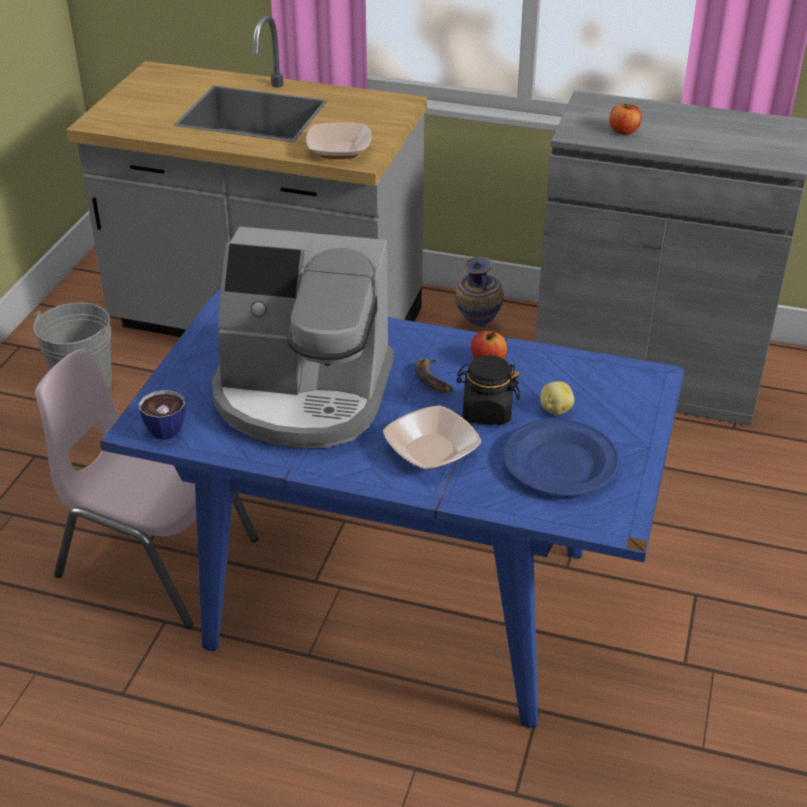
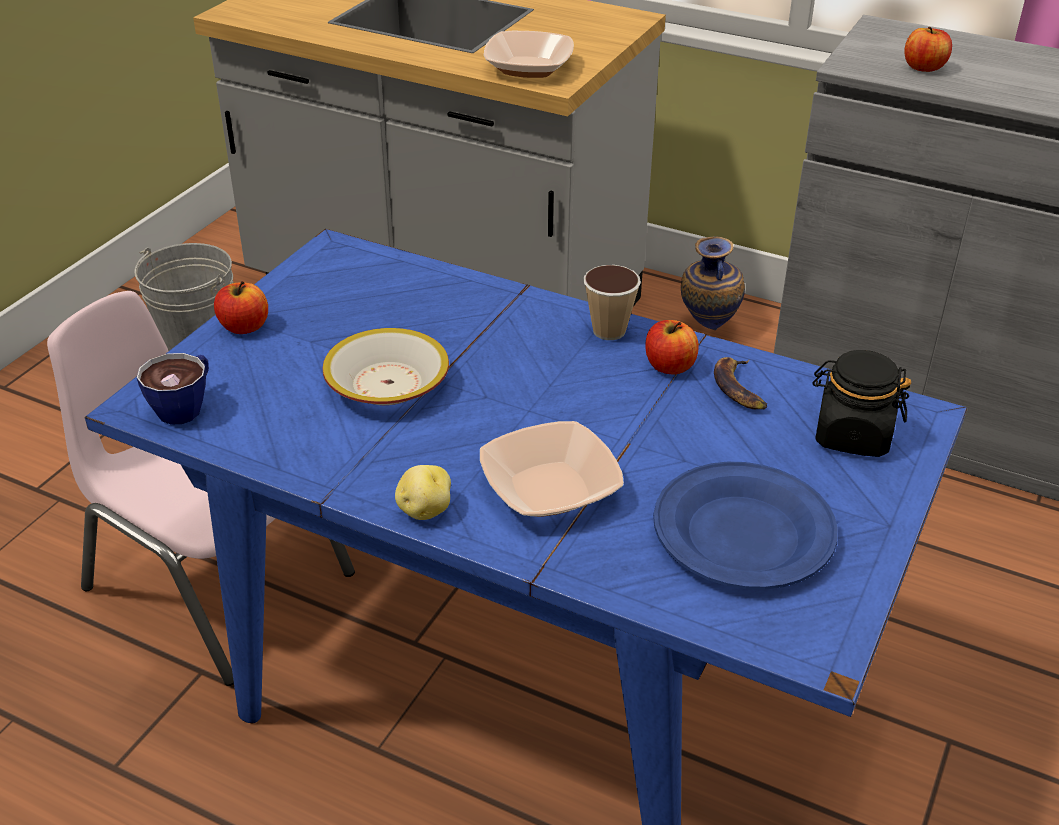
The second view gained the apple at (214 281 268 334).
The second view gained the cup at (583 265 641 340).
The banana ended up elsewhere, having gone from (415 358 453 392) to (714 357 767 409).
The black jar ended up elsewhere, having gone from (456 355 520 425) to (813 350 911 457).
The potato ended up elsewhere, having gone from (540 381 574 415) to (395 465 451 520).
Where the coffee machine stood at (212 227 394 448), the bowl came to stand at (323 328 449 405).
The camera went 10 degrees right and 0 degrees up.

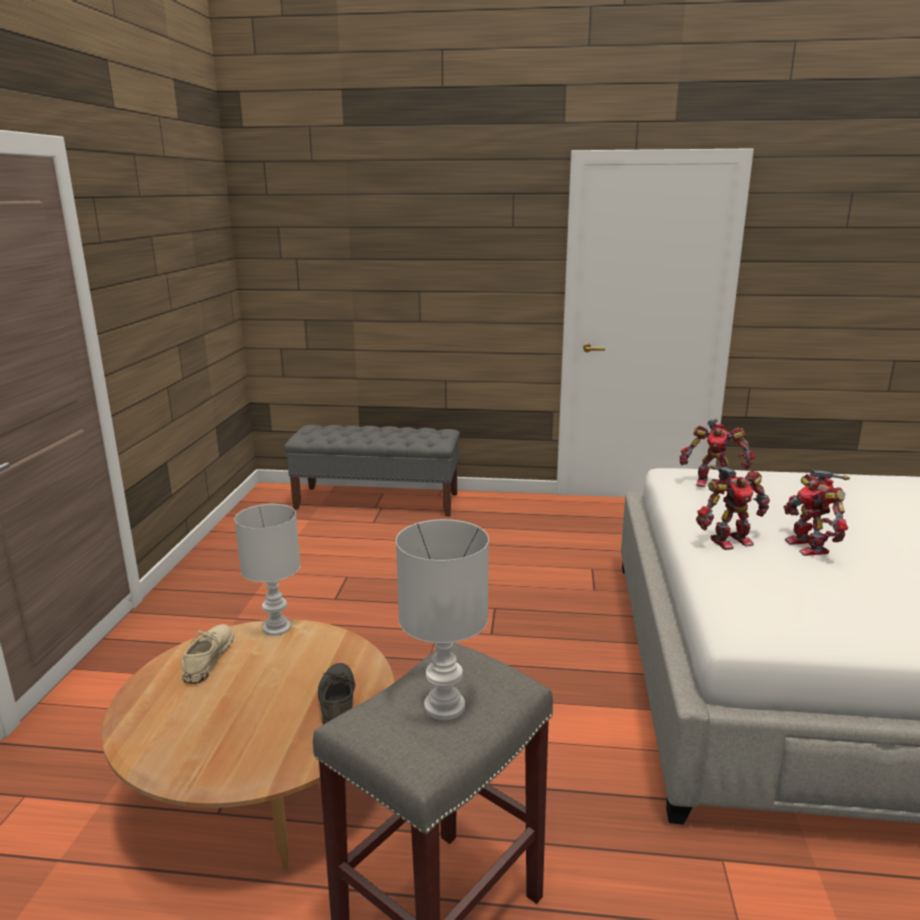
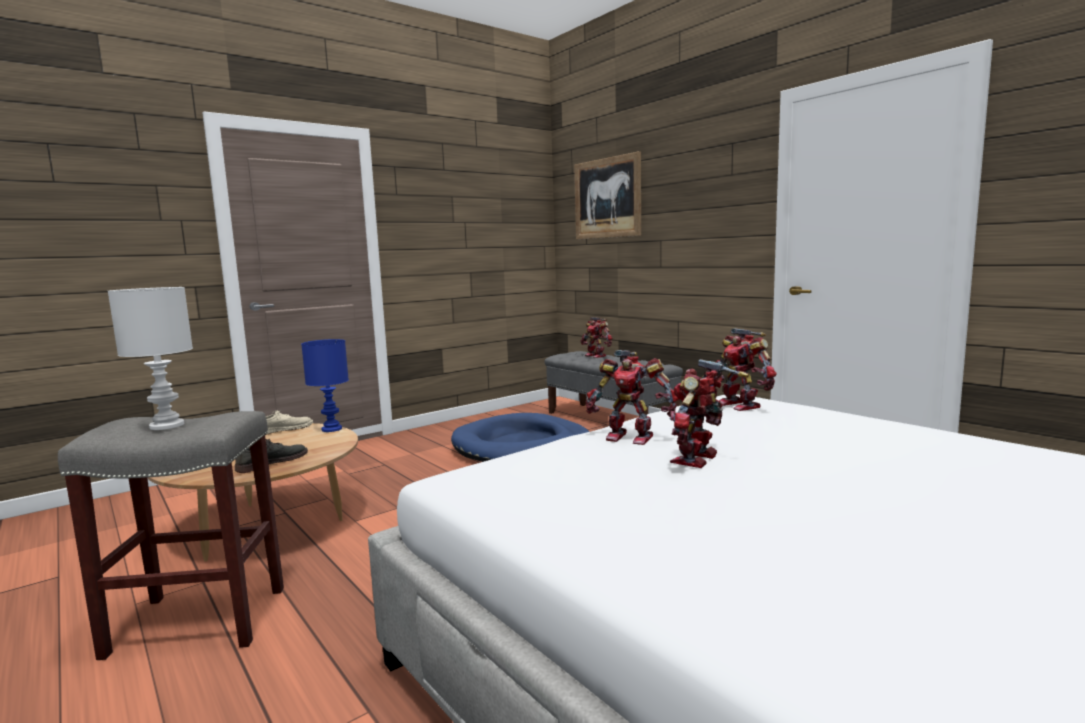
The second view gained the blue dog bed at (451 413 590 462).
The second view gained the picture at (574 151 641 240).
The second view gained the toy robot at (581 317 613 358).
What was the white table lamp at (235 504 301 636) turned into the blue table lamp at (301 339 349 432).
The camera went 45 degrees right and 10 degrees down.

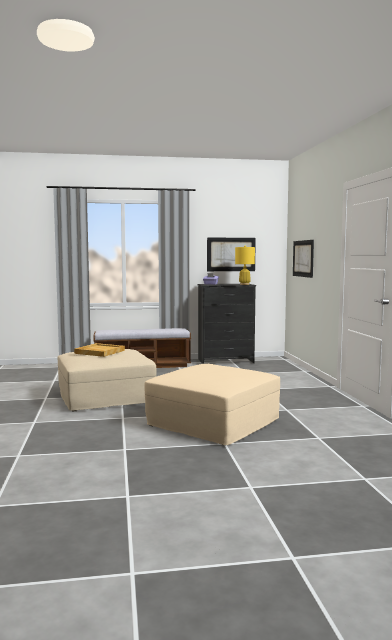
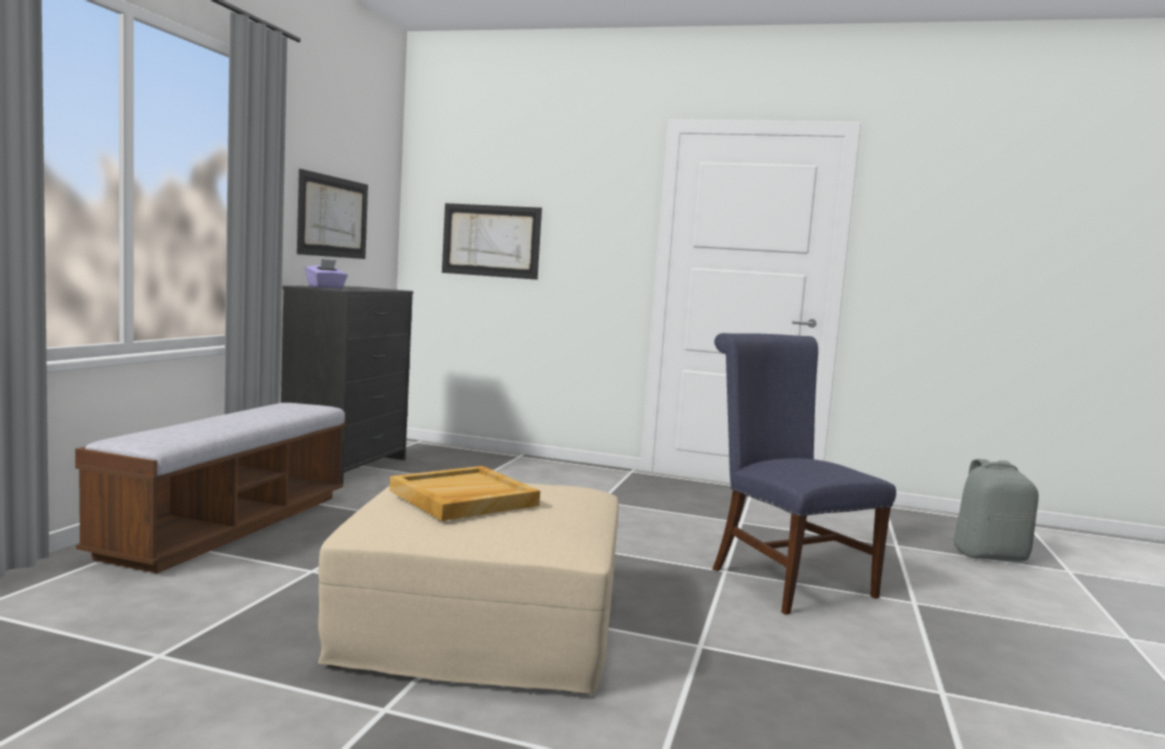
The second view lost the yellow table lamp at (235 246 255 285).
The second view gained the grey backpack at (953 459 1039 561).
Where the beige ottoman stood at (144 364 280 446), the blue chair came to stand at (712 333 896 615).
The camera went 65 degrees left and 0 degrees up.

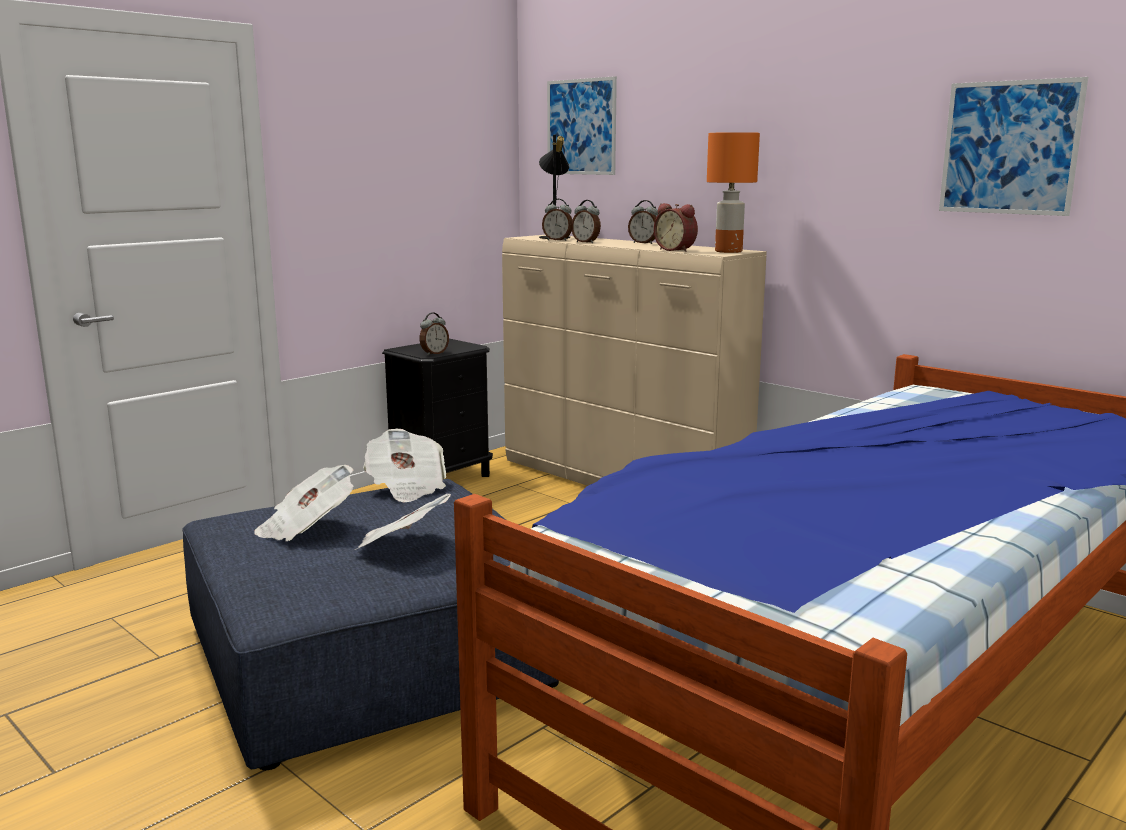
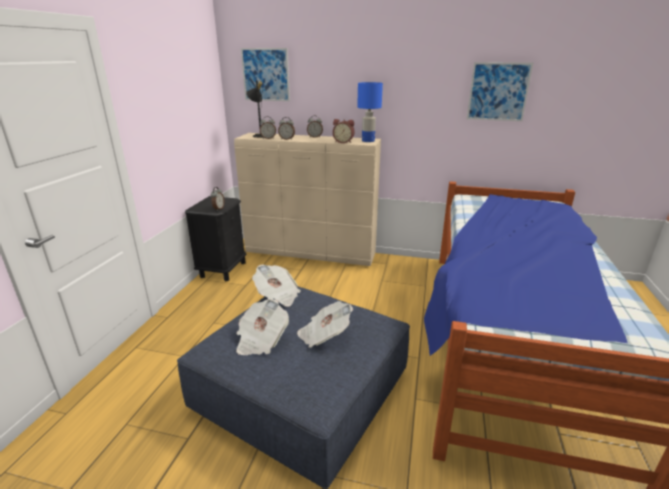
What was the orange table lamp at (707 132 760 253) turned into the blue table lamp at (357 82 383 142).
The camera went 30 degrees left and 10 degrees up.

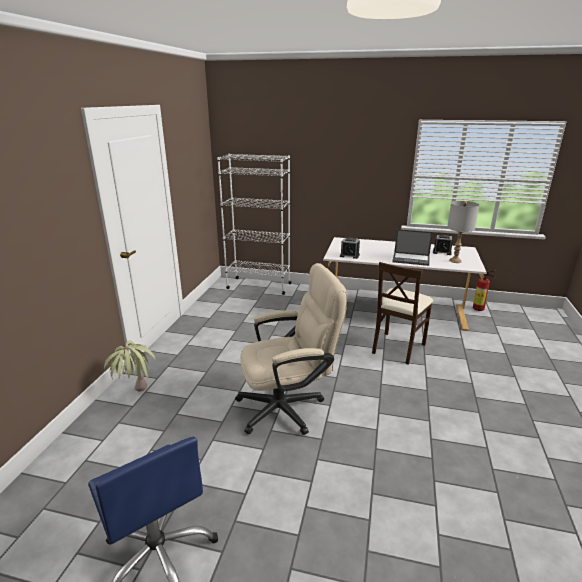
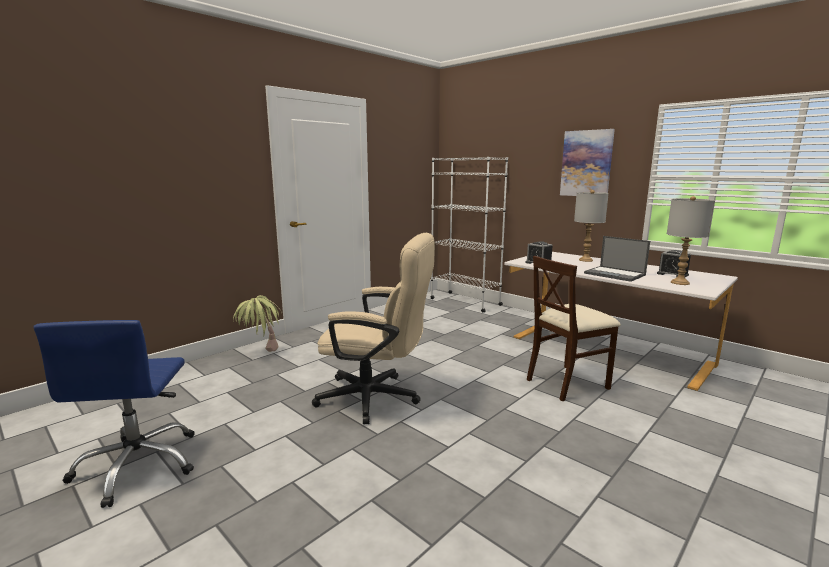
The second view lost the fire extinguisher at (473 270 496 311).
The second view gained the picture at (560 129 615 196).
The second view gained the grey table lamp at (574 190 609 262).
The camera went 30 degrees right and 10 degrees down.

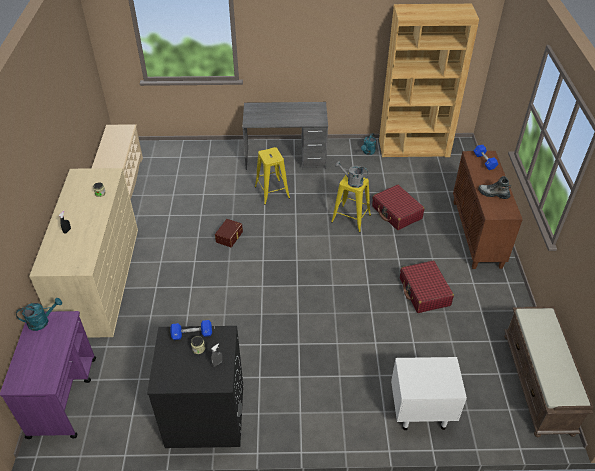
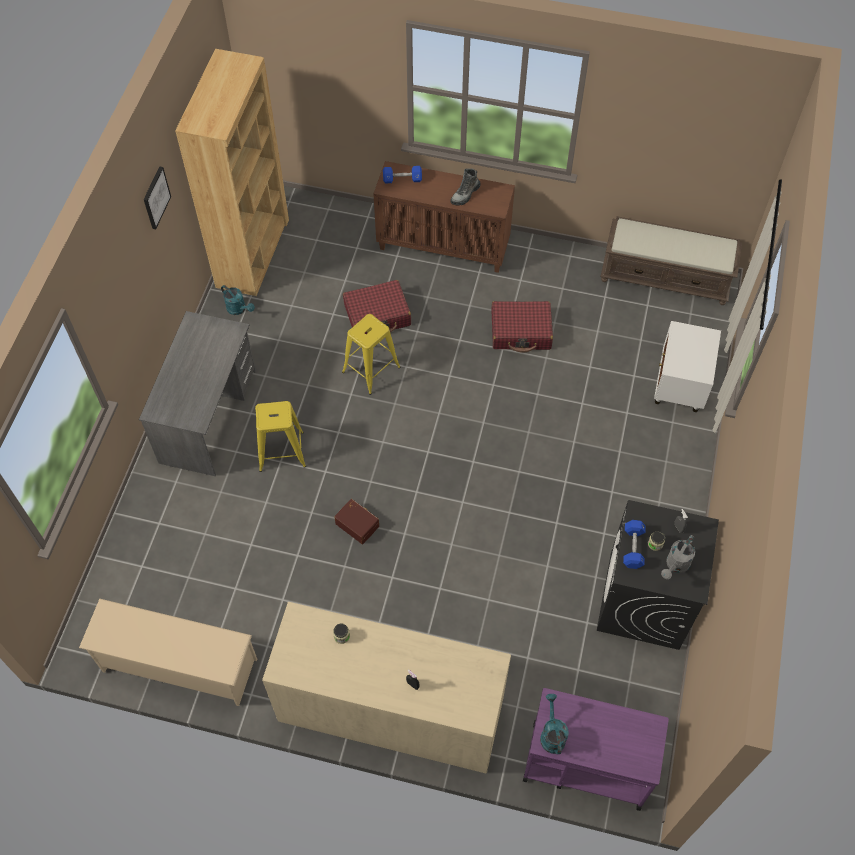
The second view gained the picture at (143 166 171 229).
The grey watering can ended up elsewhere, having gone from (335 161 368 188) to (661 535 695 579).
The camera went 75 degrees left and 15 degrees up.

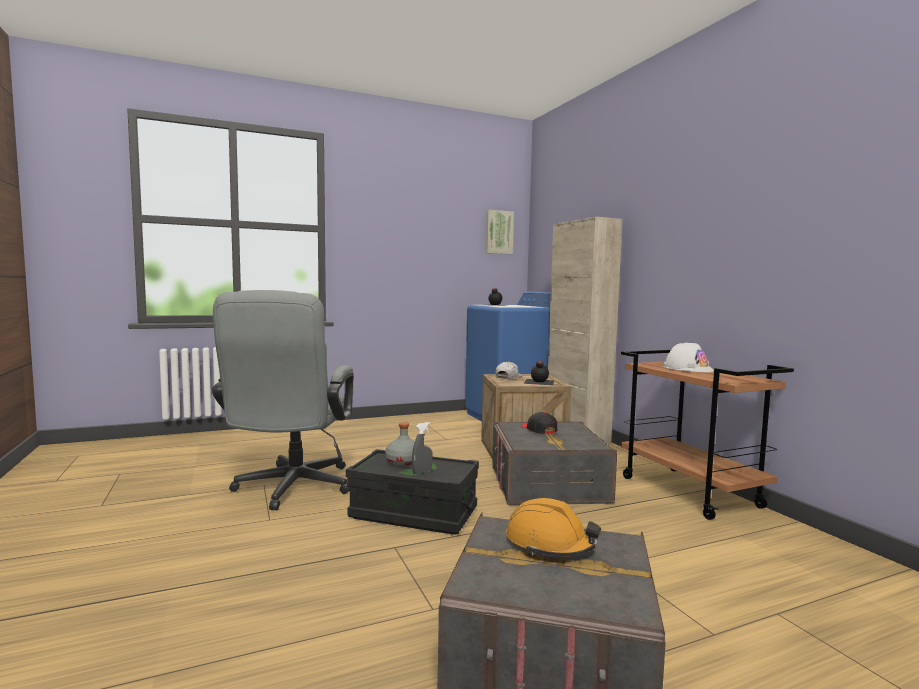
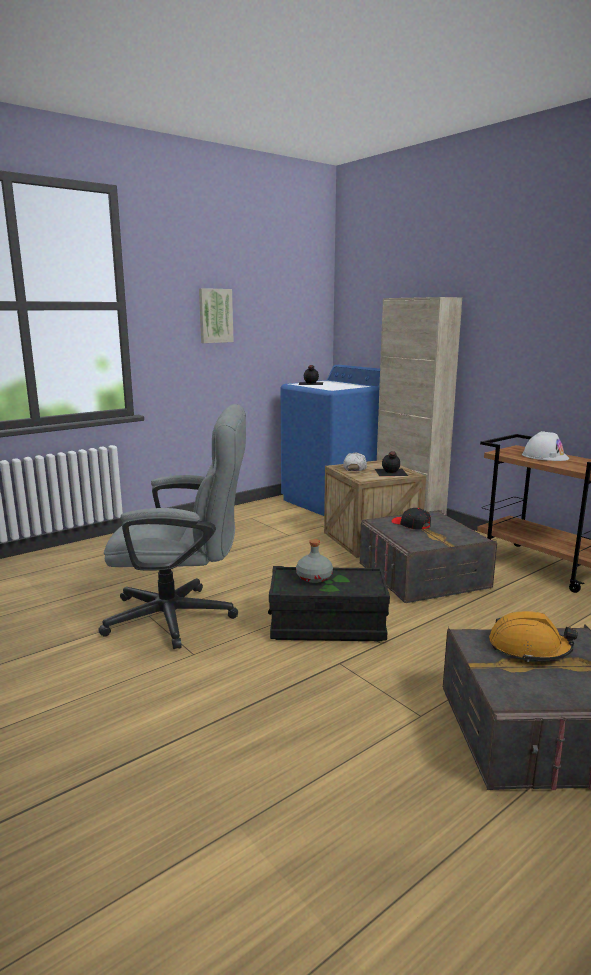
The second view lost the grey spray bottle at (412 422 433 474).
The picture ended up elsewhere, having gone from (486 210 514 254) to (199 288 234 343).
The grey office chair at (212 290 354 510) ended up facing another way, 75 degrees counterclockwise from before.
The camera went 15 degrees left and 10 degrees up.

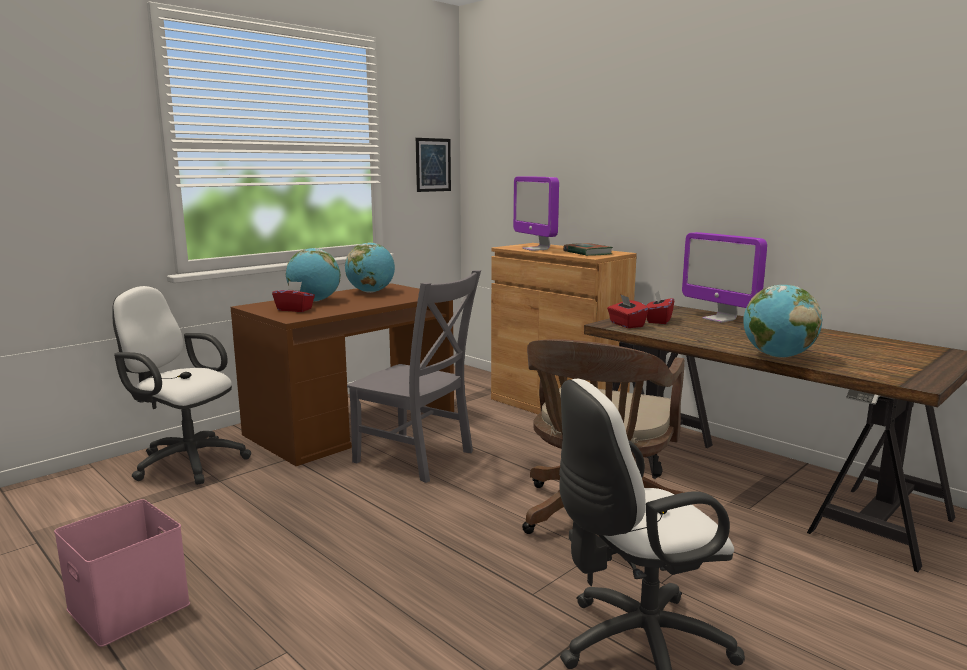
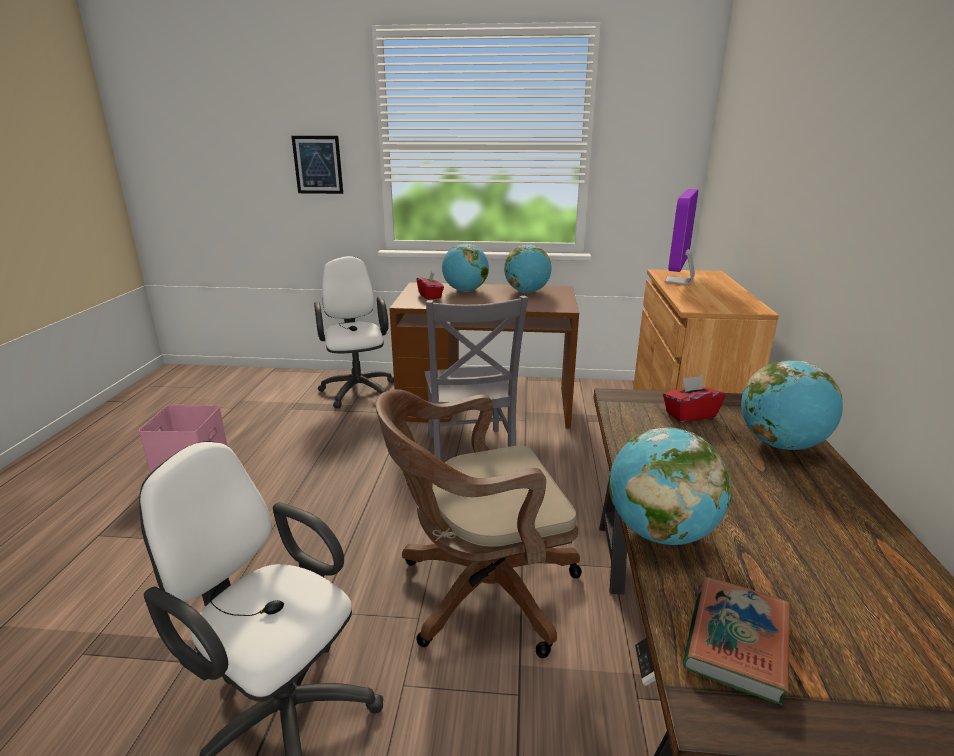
The second view lost the red tissue box at (607 294 648 328).
The picture ended up elsewhere, having gone from (416 138 451 192) to (291 136 343 194).
The book ended up elsewhere, having gone from (563 243 613 256) to (683 577 790 705).
Where the monitor stood at (682 232 767 323), the globe came to stand at (741 360 843 450).
The camera went 50 degrees right and 10 degrees up.

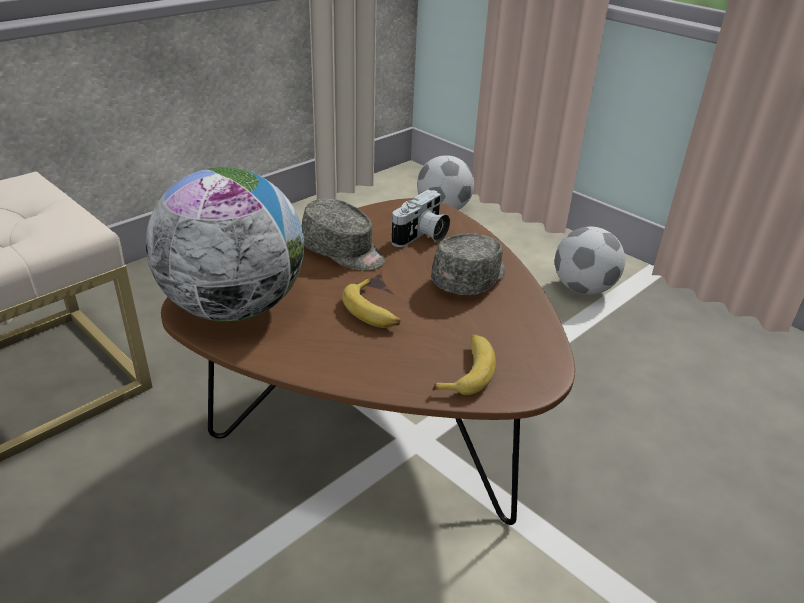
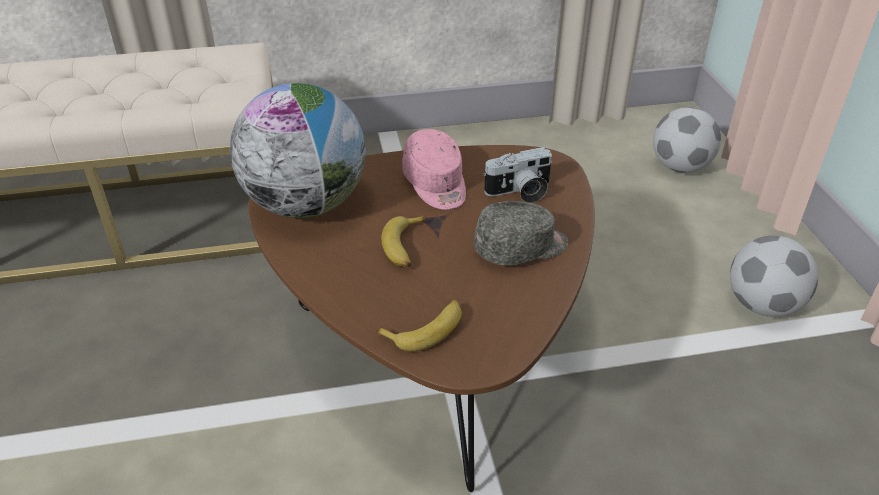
What was the grey cap at (302 199 385 271) turned into the pink cap at (402 129 466 210).
The camera went 35 degrees right and 5 degrees up.

